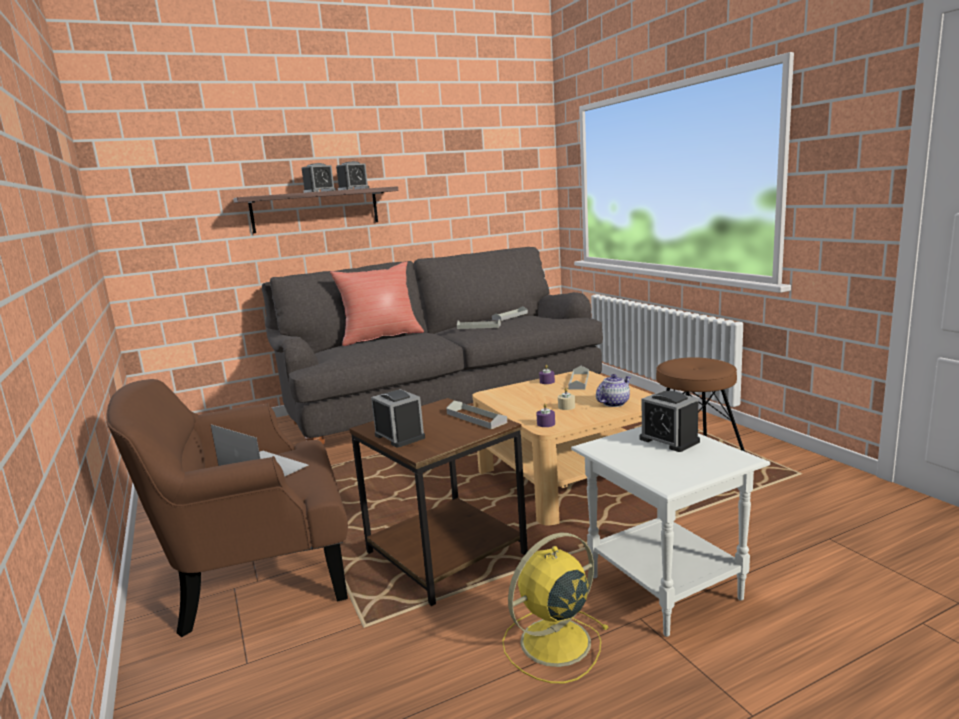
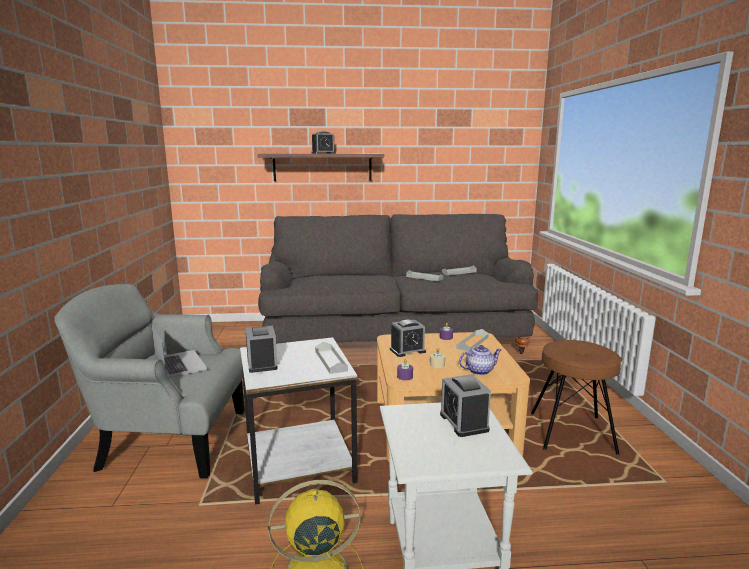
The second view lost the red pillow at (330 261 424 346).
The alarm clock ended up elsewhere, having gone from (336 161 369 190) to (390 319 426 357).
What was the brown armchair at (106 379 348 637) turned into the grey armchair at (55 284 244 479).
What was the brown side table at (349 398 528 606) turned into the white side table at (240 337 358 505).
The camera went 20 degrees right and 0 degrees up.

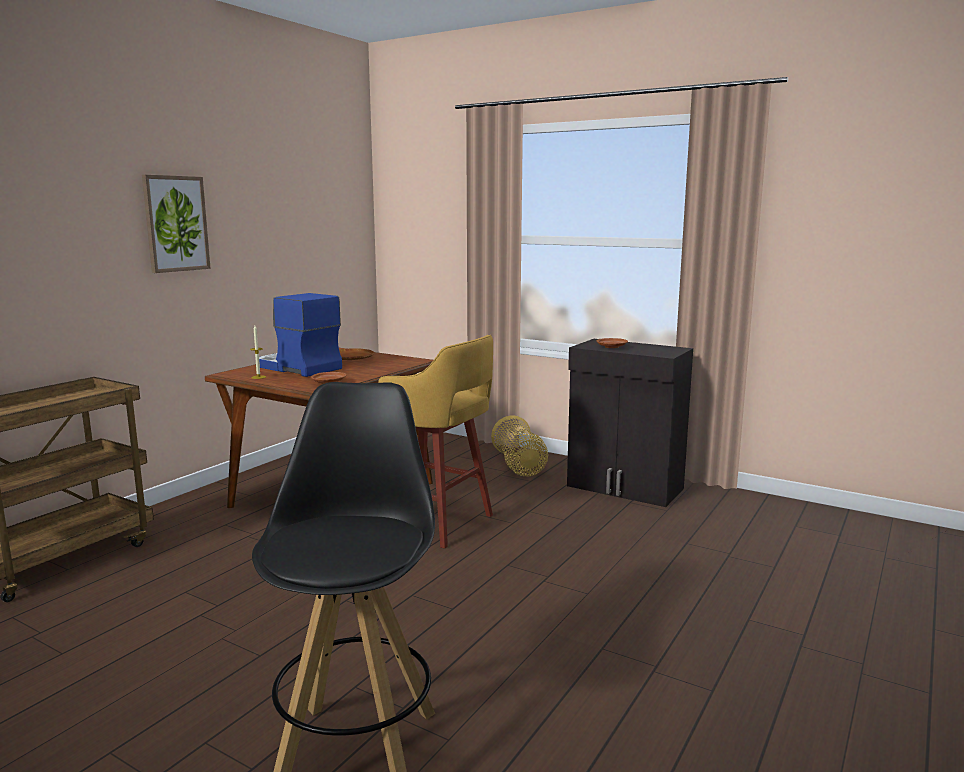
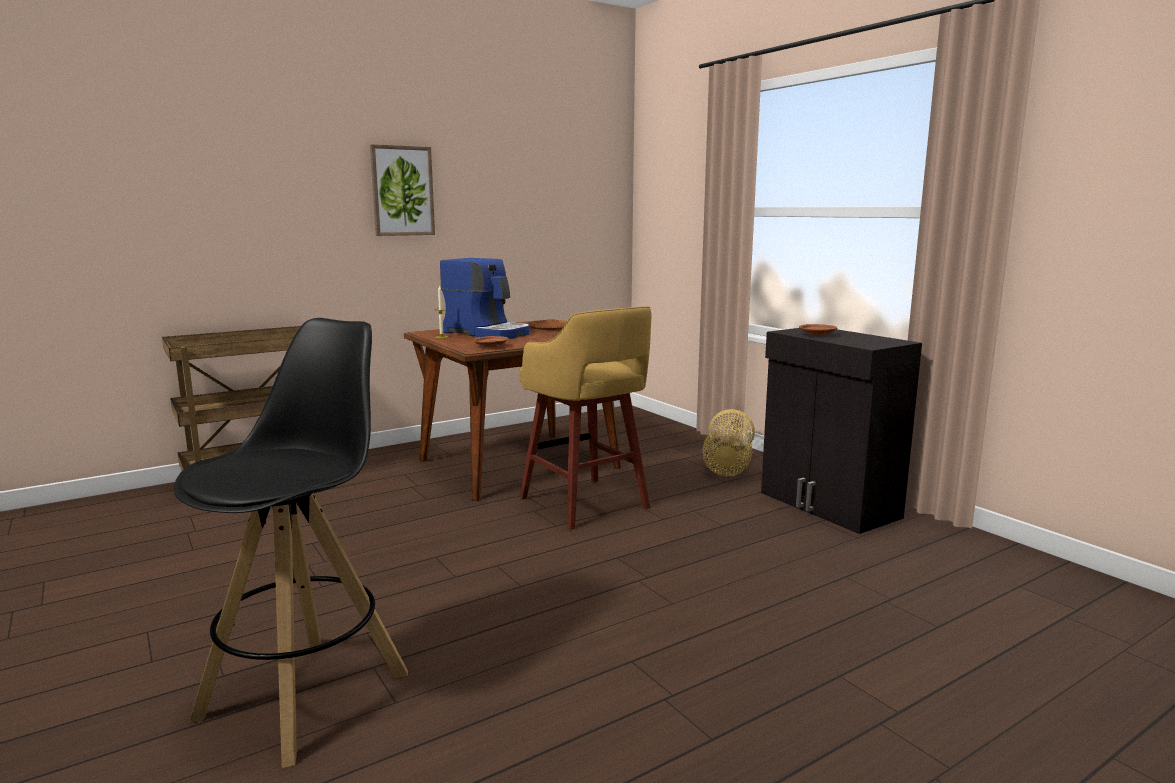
The coffee machine at (259 293 342 377) ended up facing another way, 150 degrees clockwise from before.
The camera went 25 degrees right and 0 degrees up.

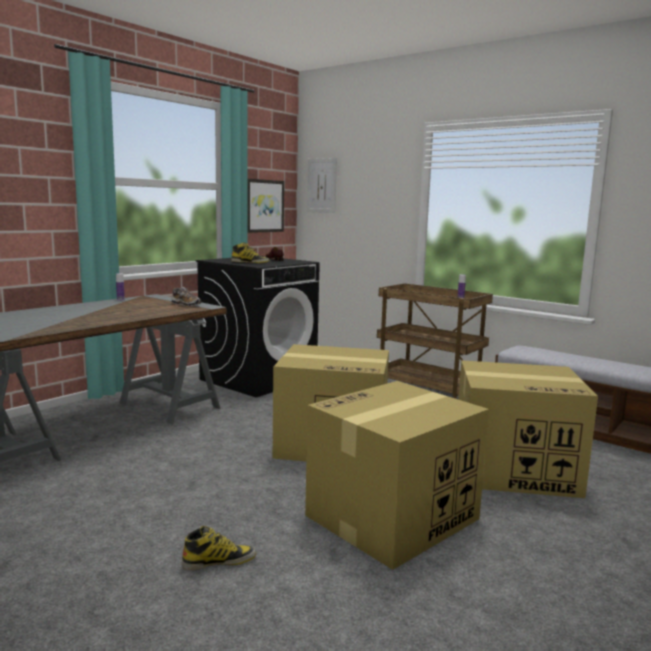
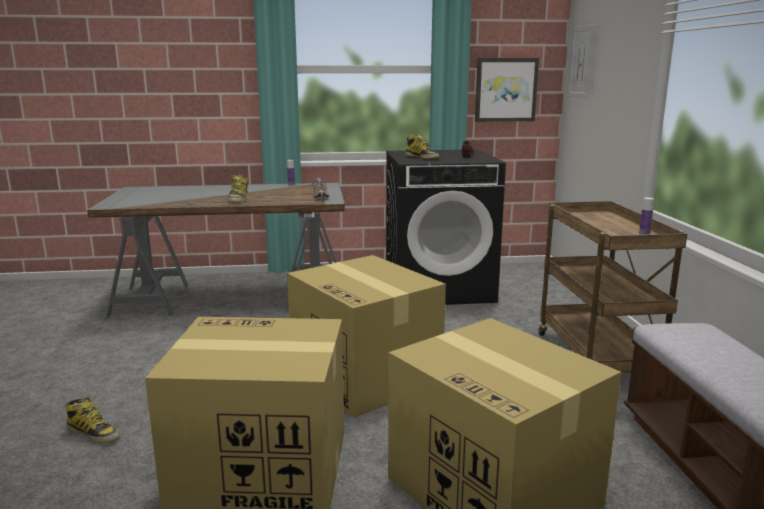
The second view gained the boot at (228 175 248 202).
The camera went 45 degrees right and 5 degrees up.

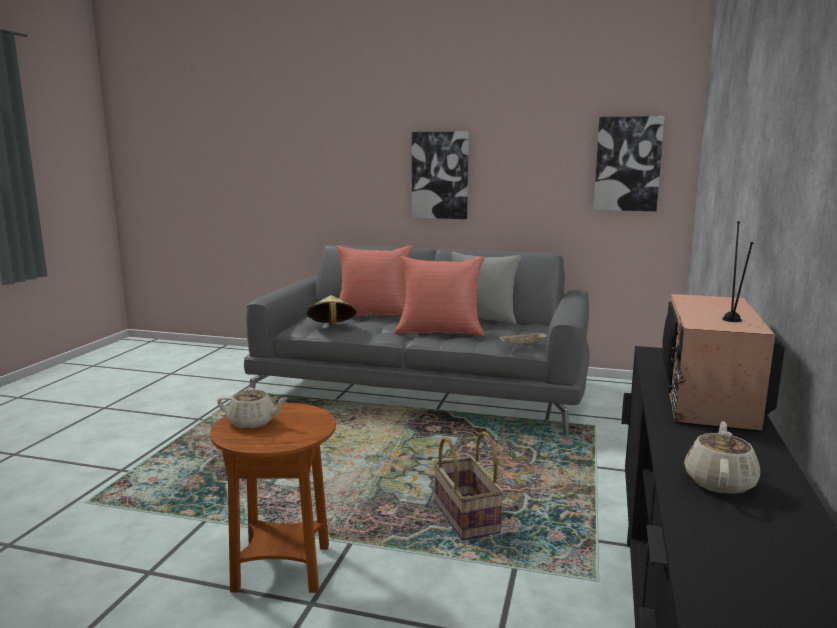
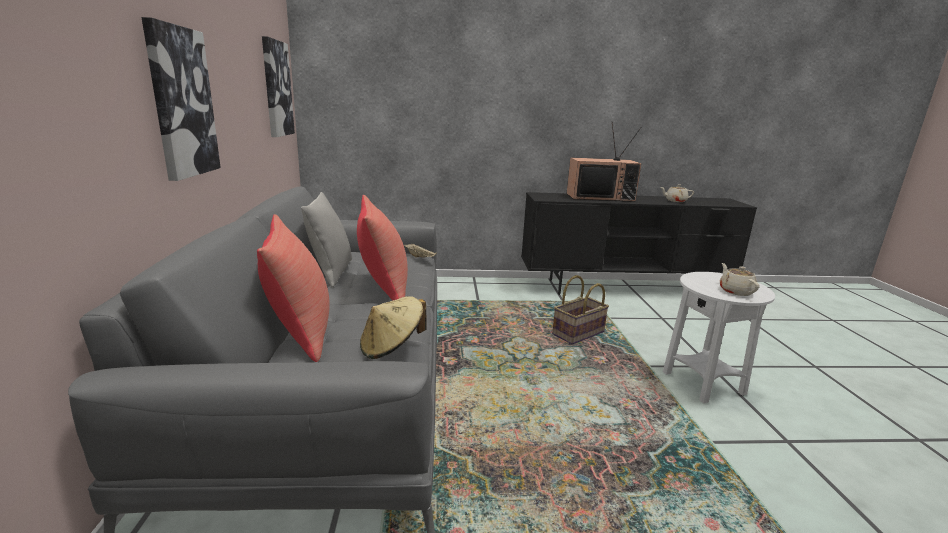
What was the brown side table at (210 403 336 593) turned into the white side table at (663 272 775 403).
The camera went 110 degrees left and 5 degrees up.

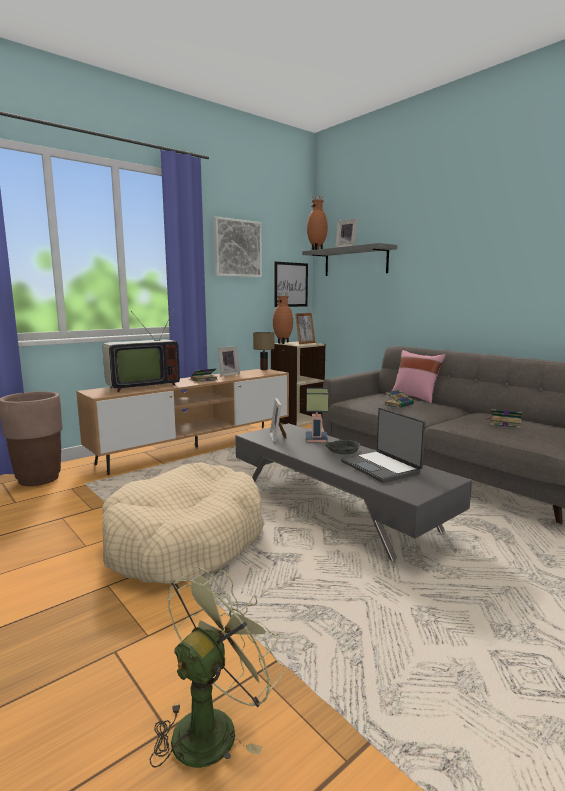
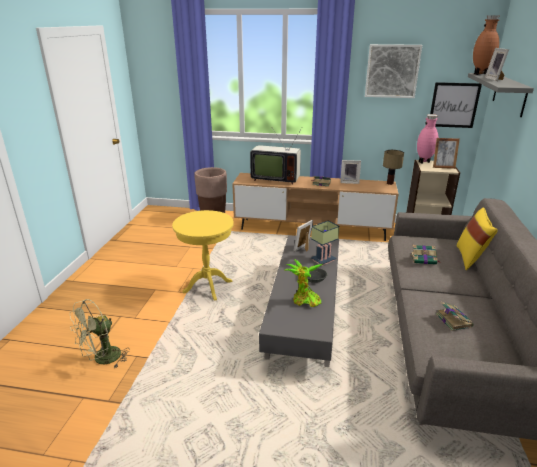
Where the beige dog bed stood at (102 462 264 584), the yellow side table came to stand at (172 210 234 301).
Where the laptop stood at (341 408 426 483), the potted plant came to stand at (285 259 323 307).
What was the brown vase at (273 293 293 344) turned into the pink vase at (417 114 438 164).
What was the pink pillow at (392 350 446 403) turned into the yellow pillow at (457 208 498 270).
The green fan at (149 567 285 768) ended up facing another way, 135 degrees clockwise from before.
The camera went 50 degrees right and 15 degrees up.

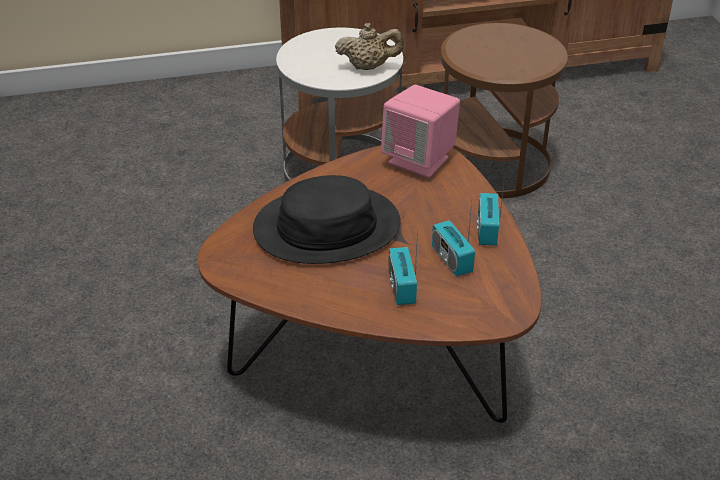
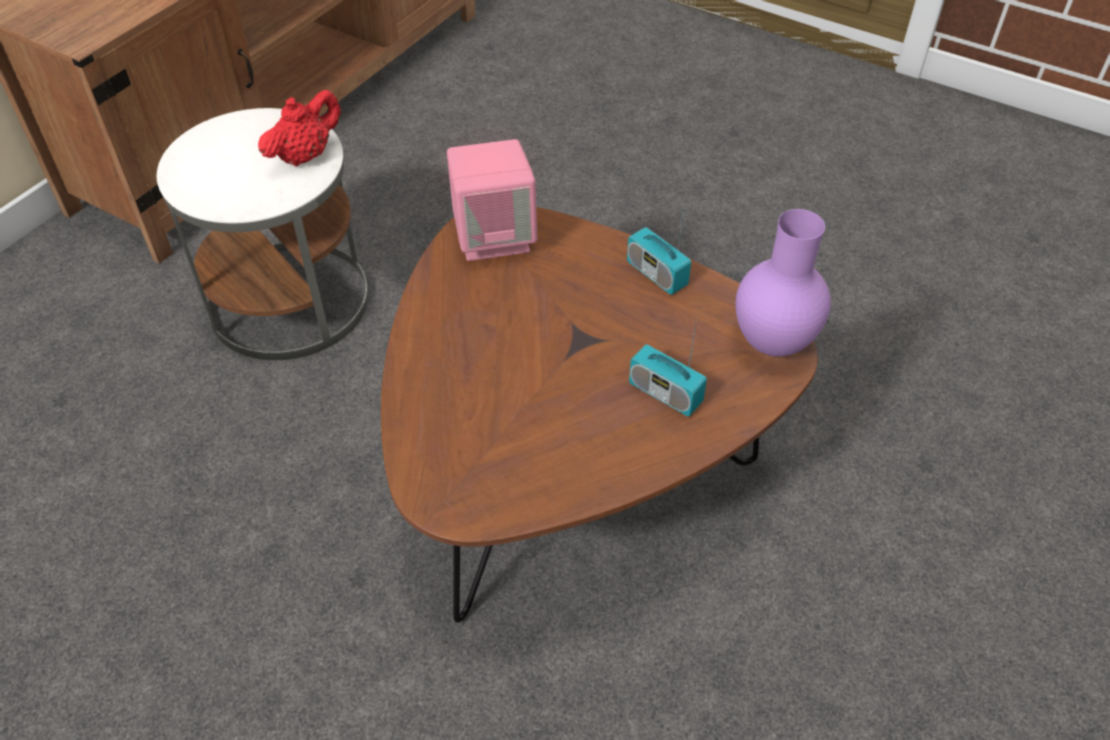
The second view lost the black hat at (253 175 401 264).
The second view lost the radio at (432 202 475 276).
The second view lost the brown side table at (441 23 568 199).
The second view gained the purple vase at (736 209 831 357).
What was the beige teapot at (335 23 404 70) turned into the red teapot at (258 89 341 167).
The camera went 45 degrees left and 10 degrees up.

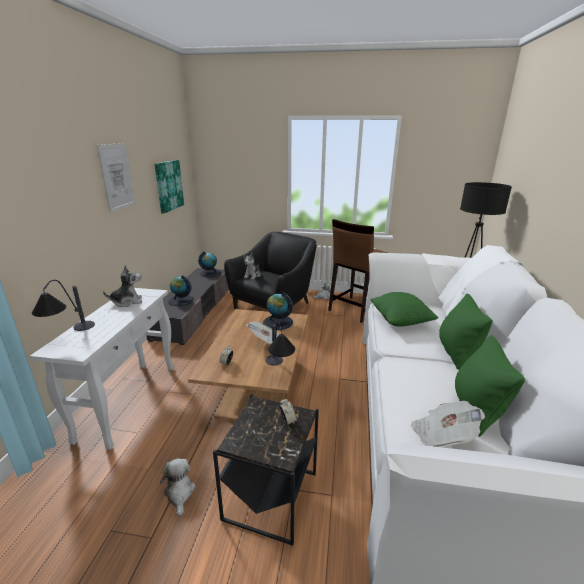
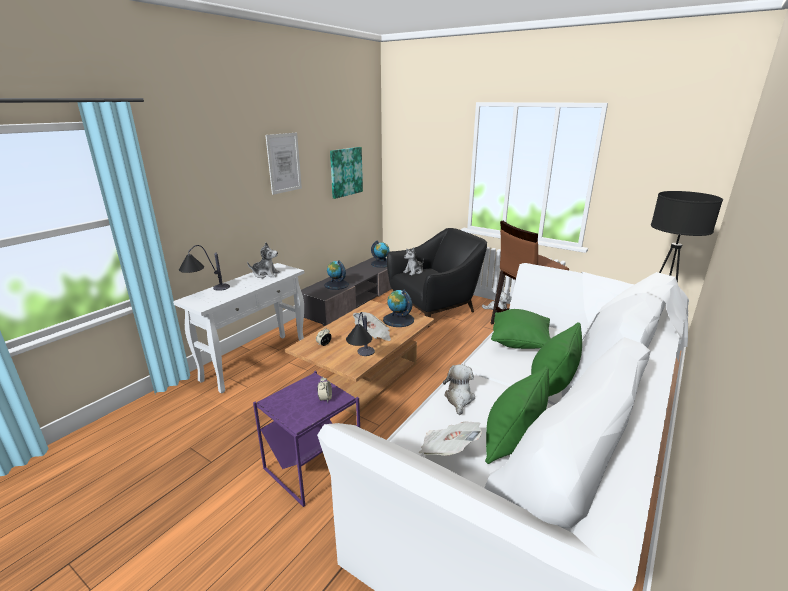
The plush toy ended up elsewhere, having gone from (160 458 196 517) to (443 364 475 415).
What was the black side table at (213 394 319 546) turned into the purple side table at (253 371 360 507).
The camera went 25 degrees right and 0 degrees up.

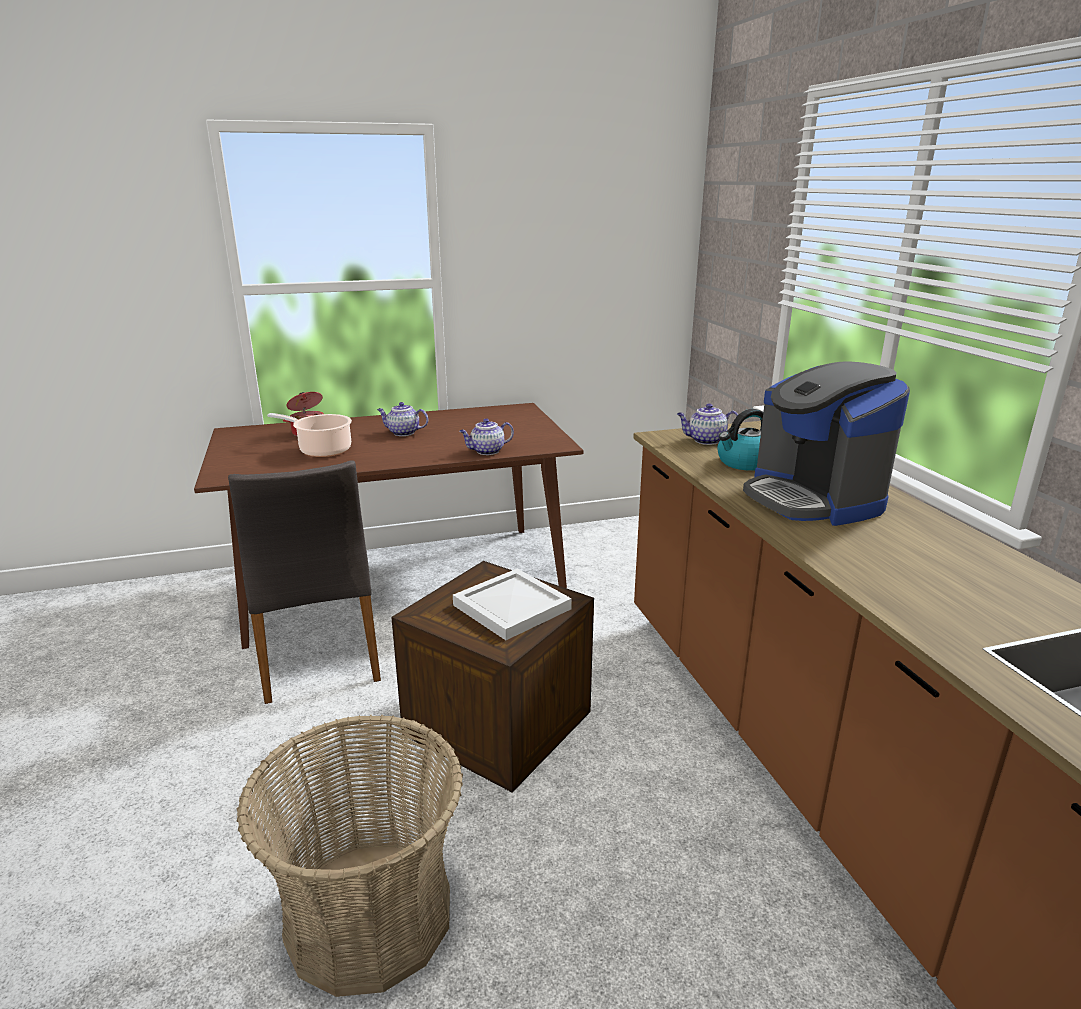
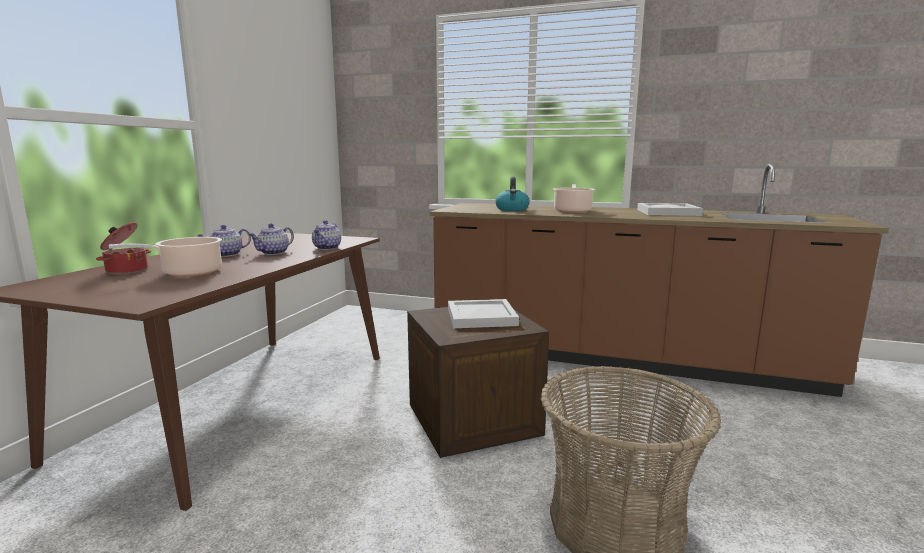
The second view lost the grey chair at (228 460 381 704).
The second view gained the white tray at (637 203 703 216).
The teapot ended up elsewhere, having gone from (677 404 738 445) to (249 224 294 255).
Where the coffee machine stood at (743 361 910 526), the cooking pot came to stand at (553 184 595 213).
The camera went 55 degrees left and 10 degrees down.

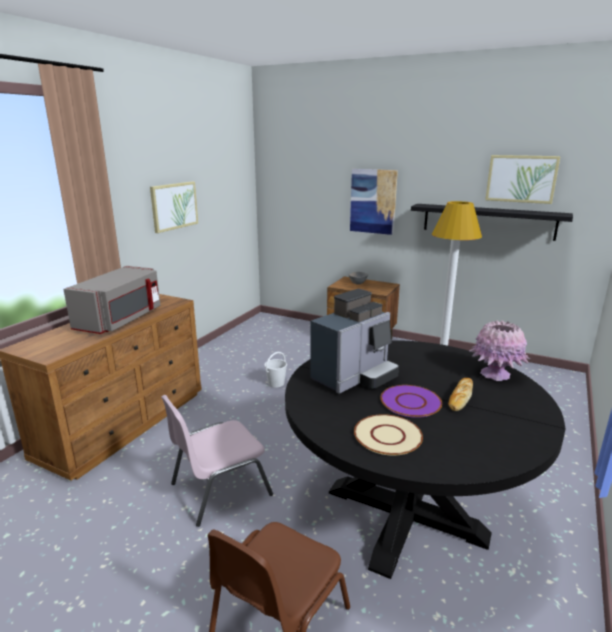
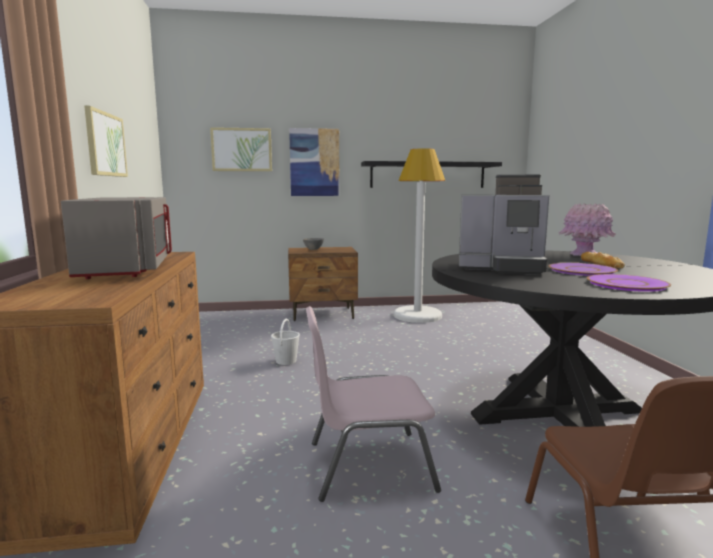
The picture ended up elsewhere, having gone from (485 155 561 204) to (210 127 272 171).
What was the beige plate at (354 414 423 456) turned into the purple plate at (587 274 671 292).
The pink chair at (161 395 273 527) ended up facing another way, 60 degrees clockwise from before.
The coffee machine at (310 289 399 394) ended up facing another way, 90 degrees clockwise from before.
The camera went 35 degrees left and 10 degrees down.

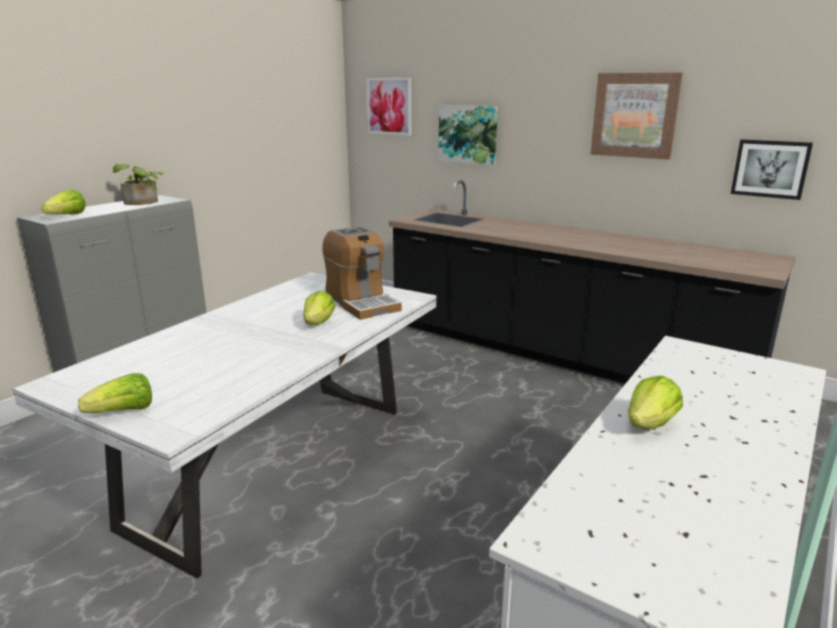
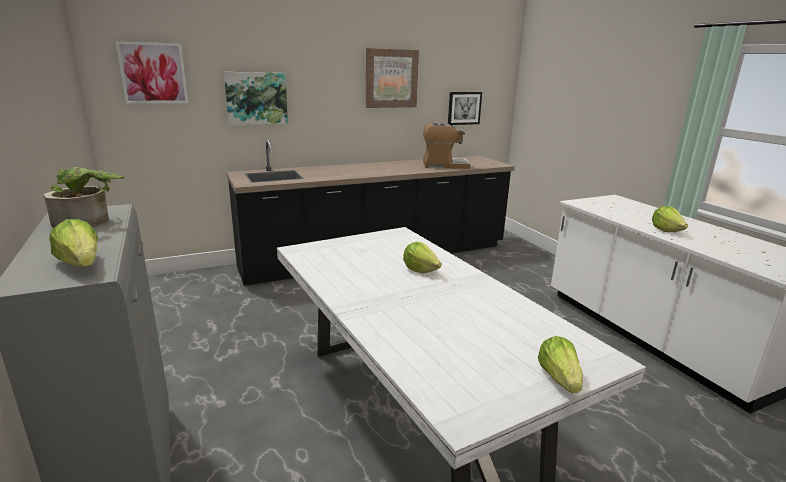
The coffee machine ended up elsewhere, having gone from (322 226 402 320) to (423 123 471 169).
The camera went 60 degrees left and 0 degrees up.

